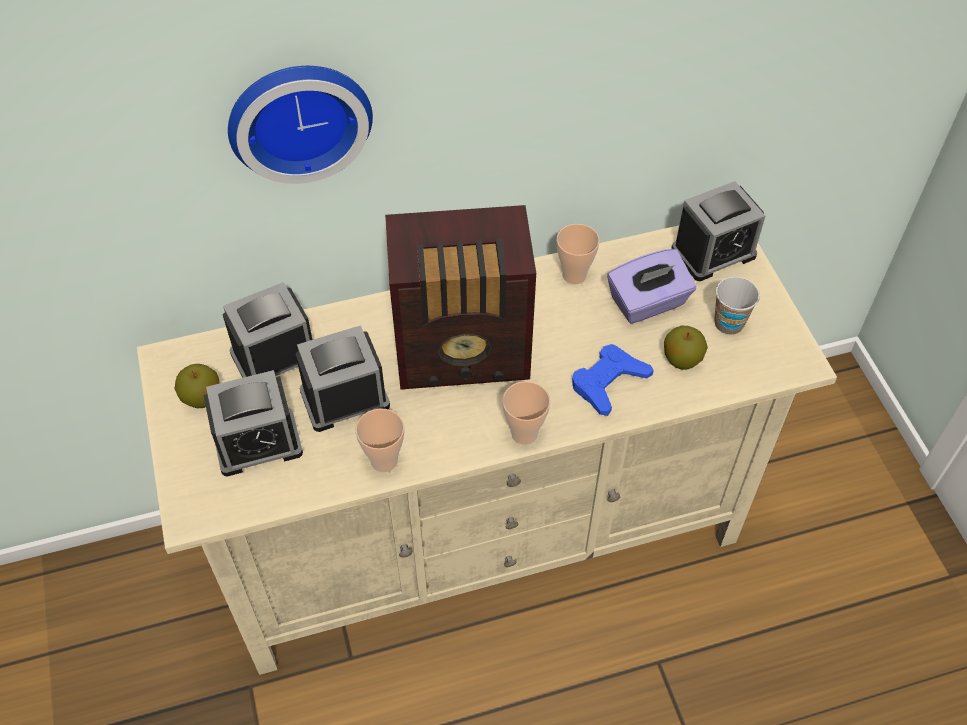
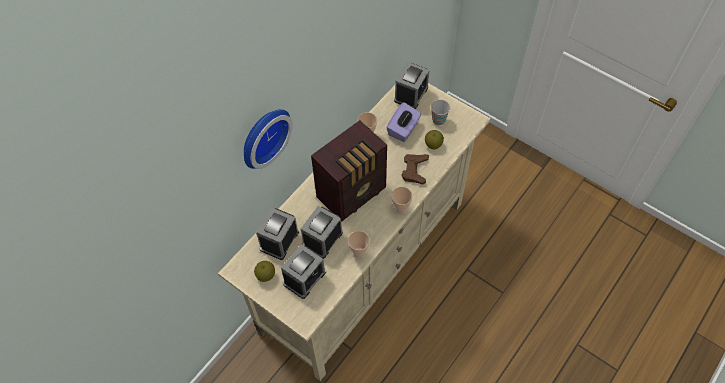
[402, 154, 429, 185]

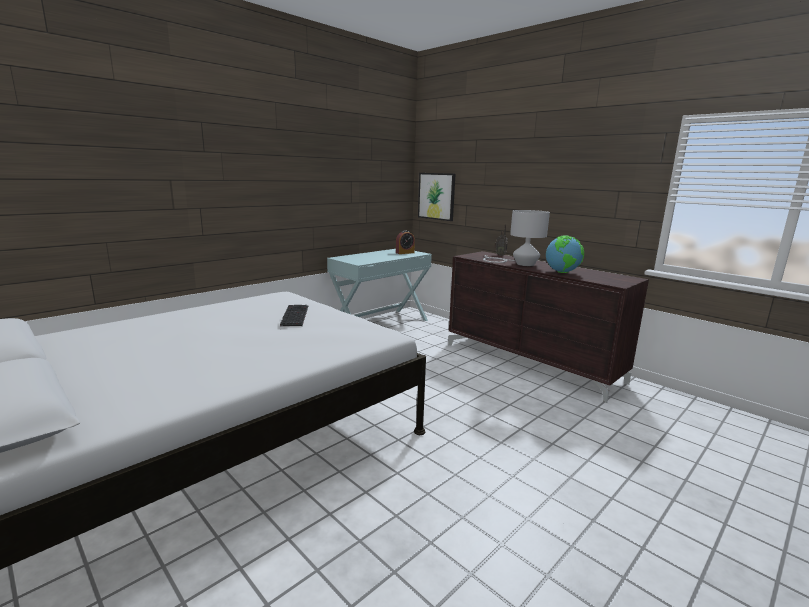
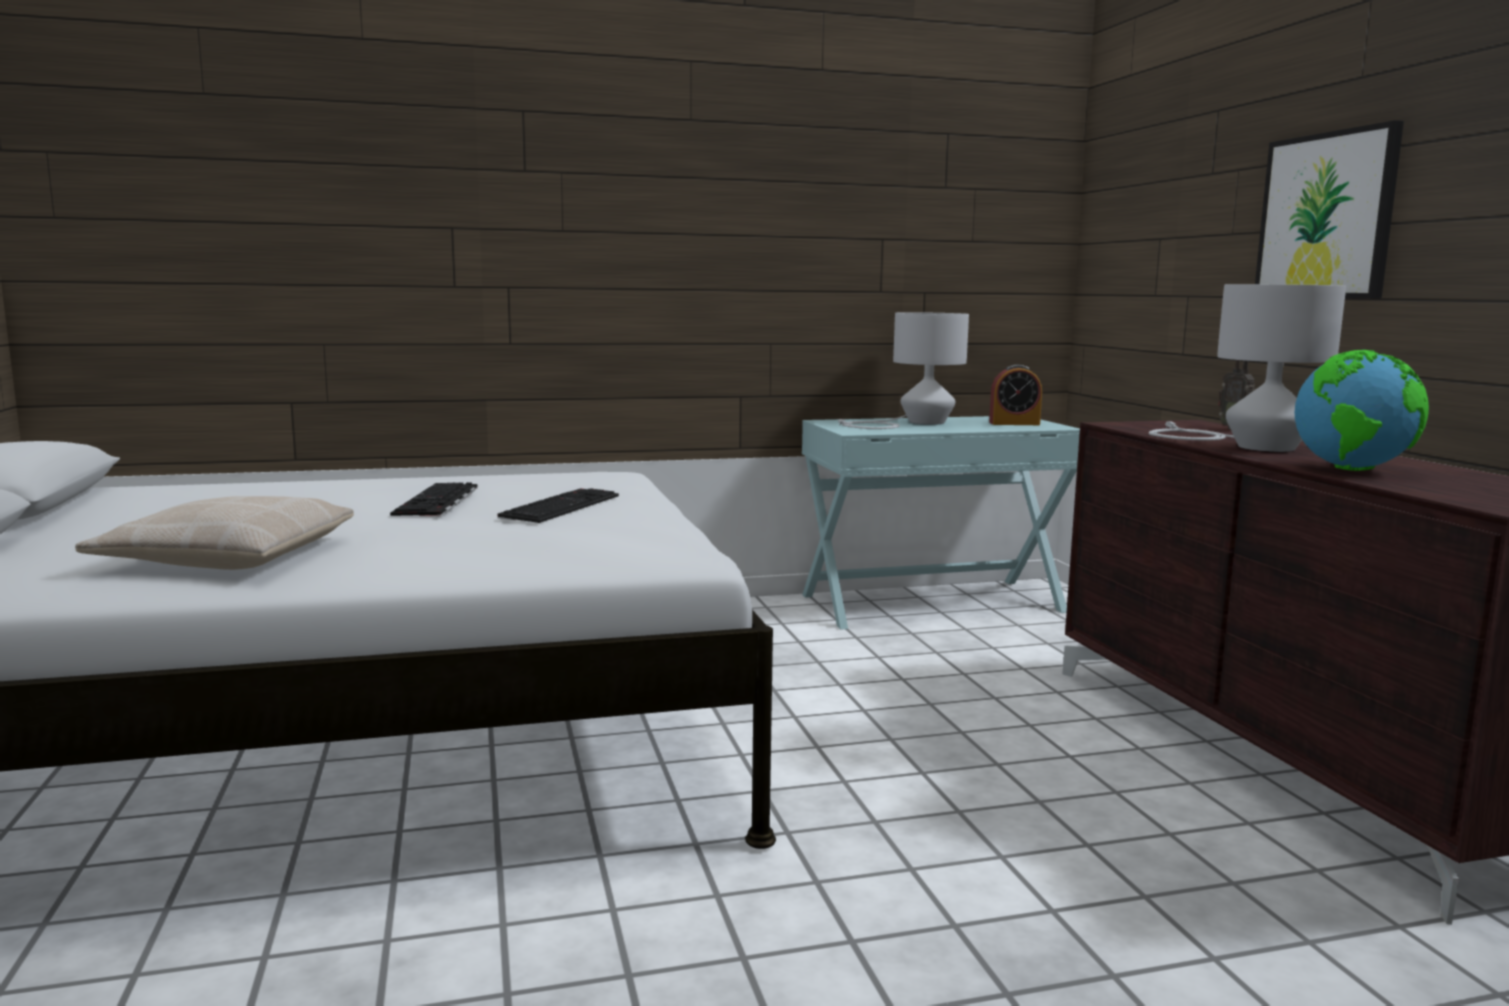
[1255, 120, 1404, 299]
[75, 496, 354, 570]
[390, 482, 477, 516]
[838, 312, 969, 429]

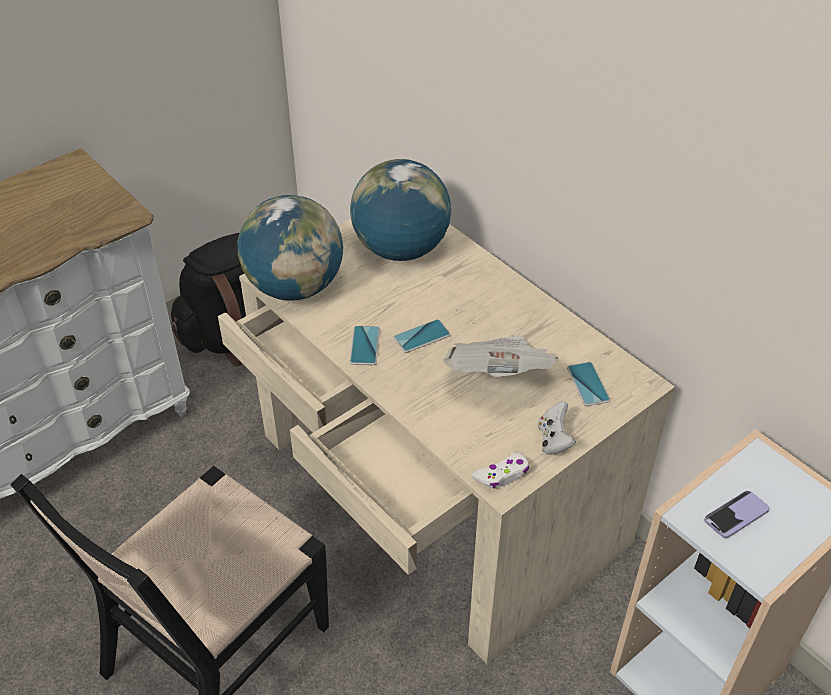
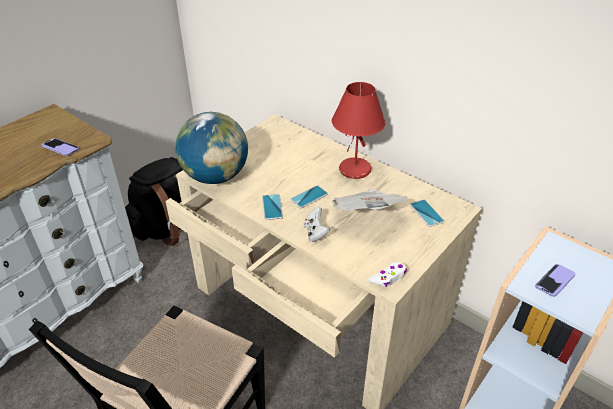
[350, 159, 451, 261] (first image)
[304, 207, 330, 242]
[42, 138, 79, 156]
[332, 82, 386, 179]

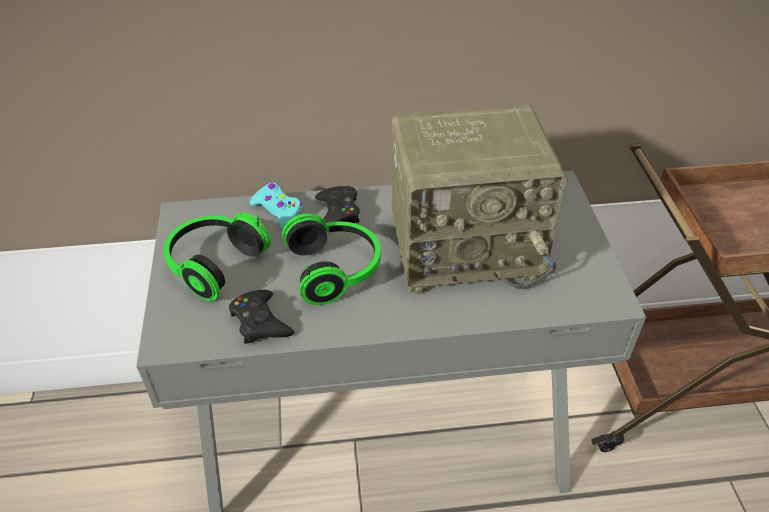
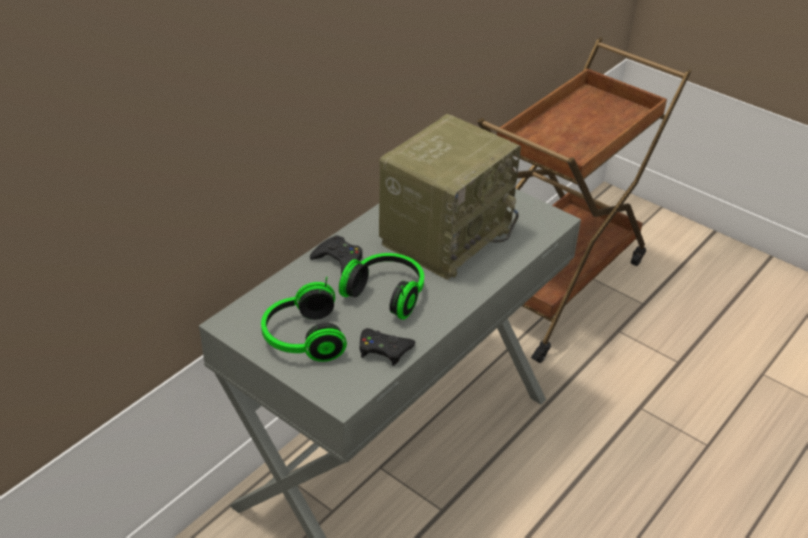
[249, 183, 302, 229] (first image)

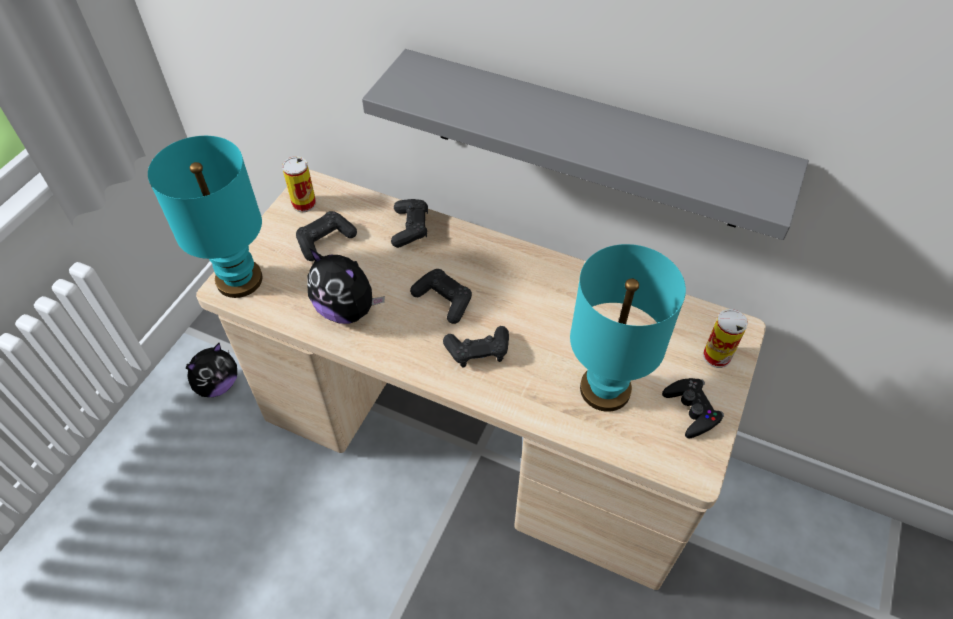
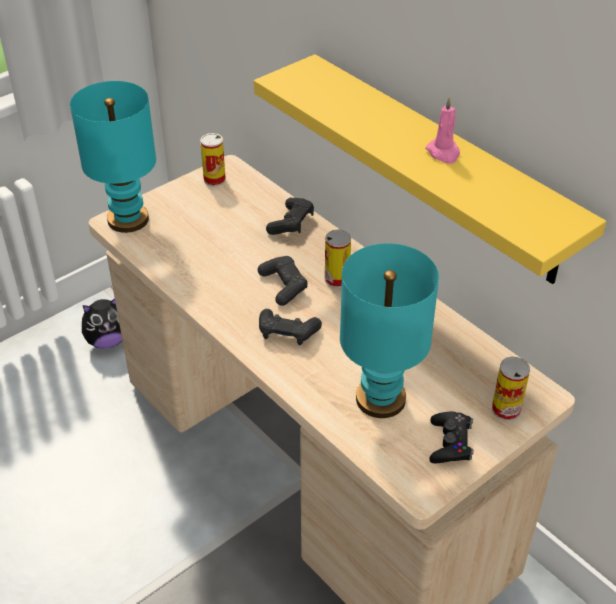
[296, 211, 357, 261] (first image)
[307, 248, 385, 324] (first image)
[254, 54, 606, 284]
[325, 230, 351, 288]
[426, 96, 460, 164]

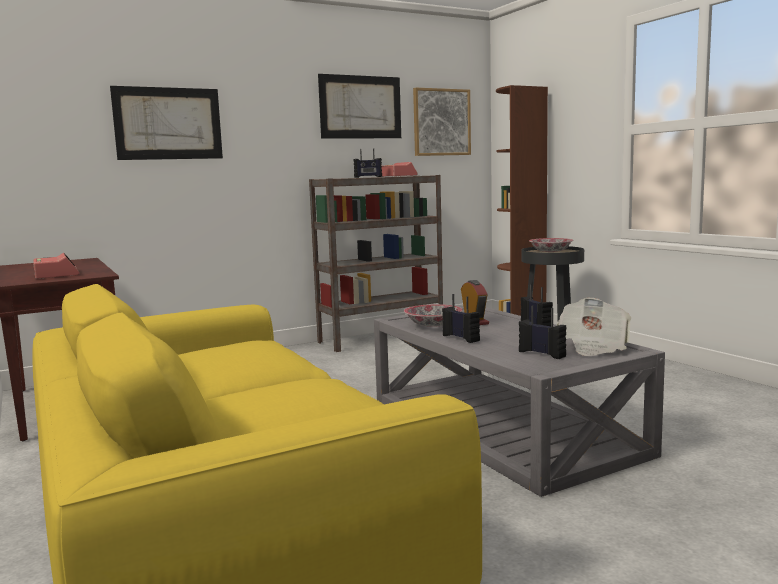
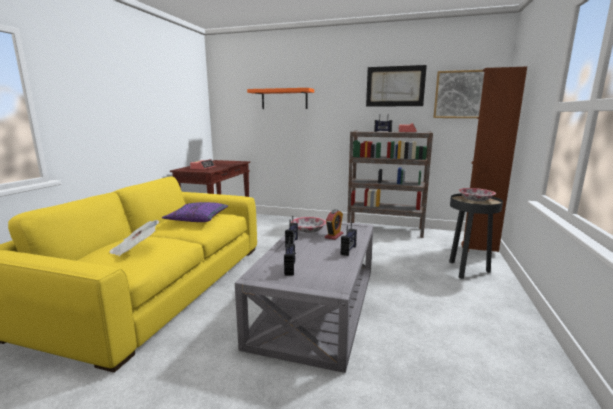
[247, 88, 314, 109]
[109, 220, 159, 256]
[162, 202, 228, 222]

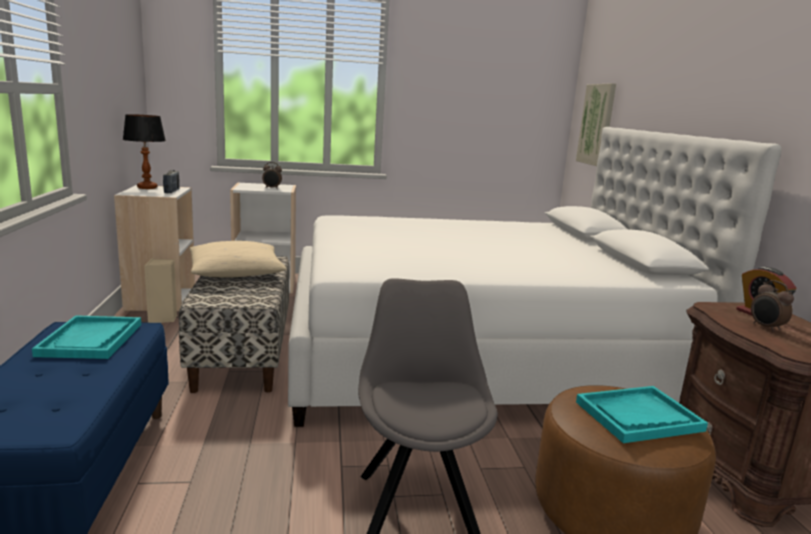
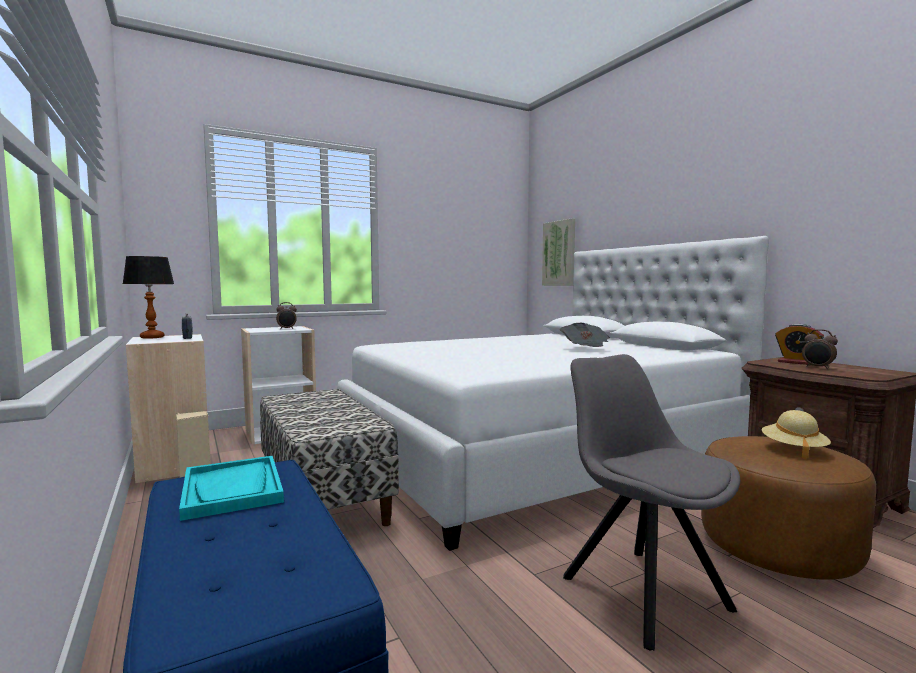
[189, 241, 287, 278] (first image)
[762, 410, 831, 459]
[560, 323, 609, 347]

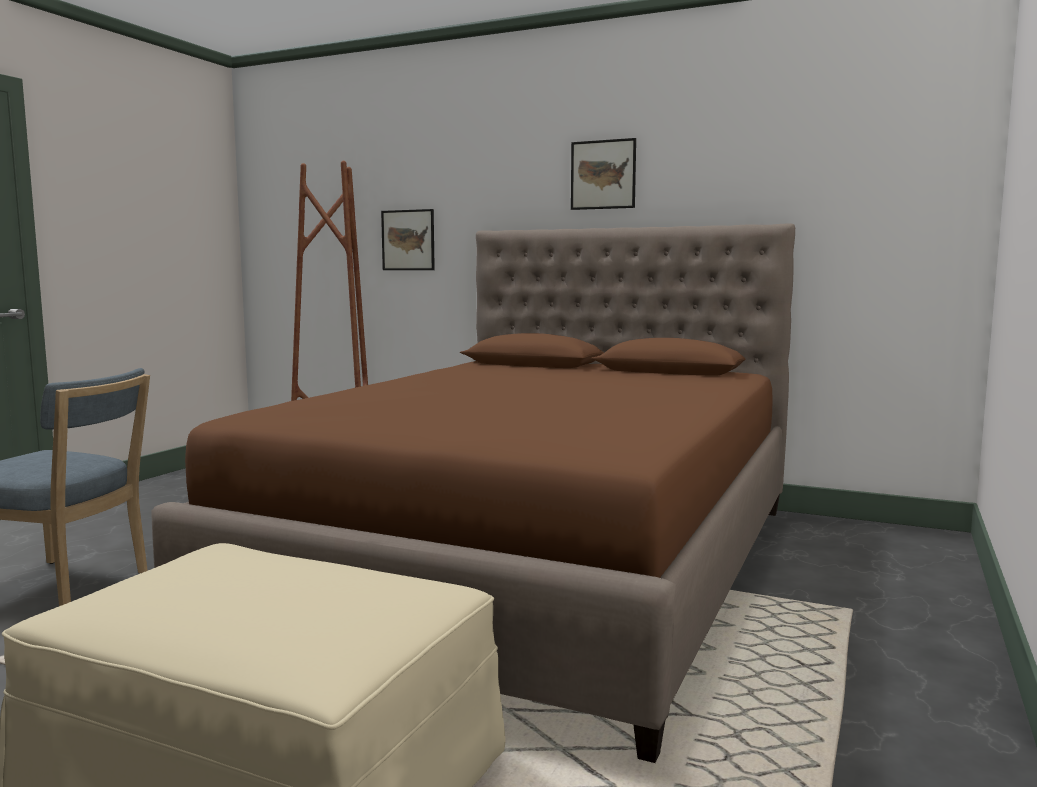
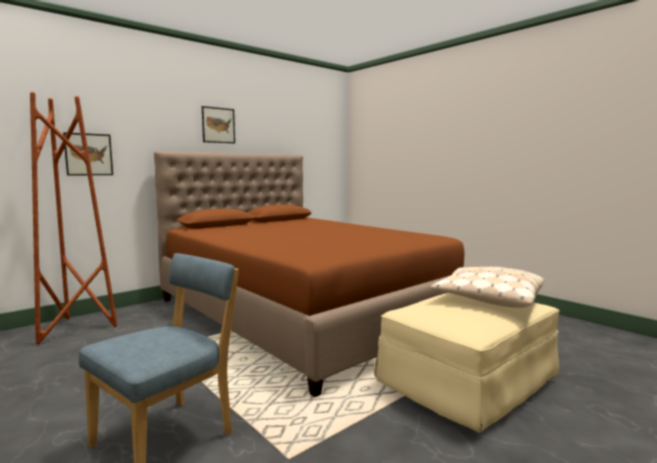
[430, 267, 545, 308]

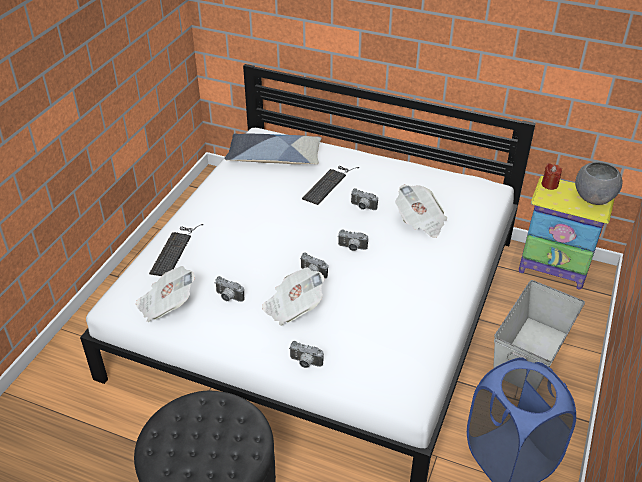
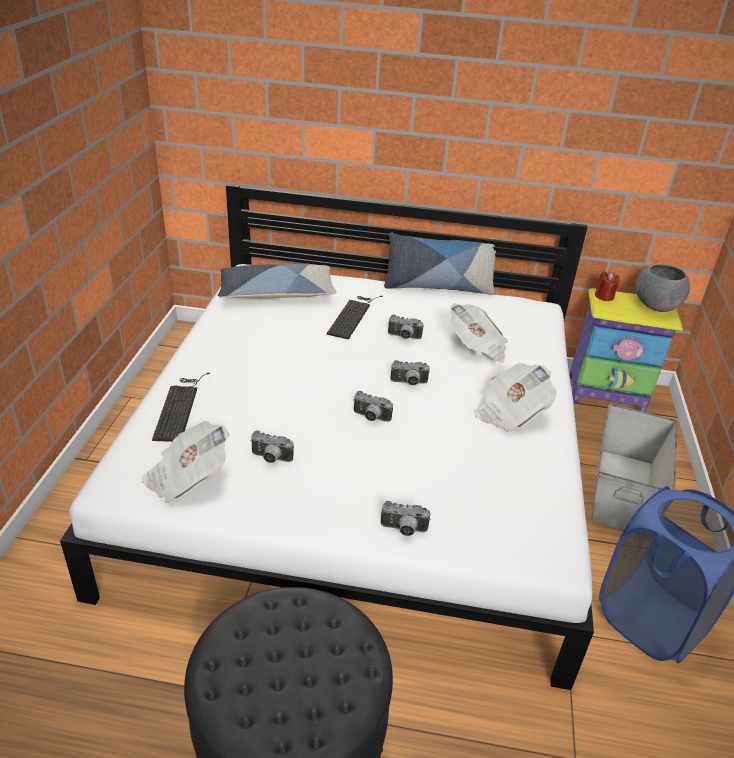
[474, 363, 556, 432]
[384, 233, 499, 295]

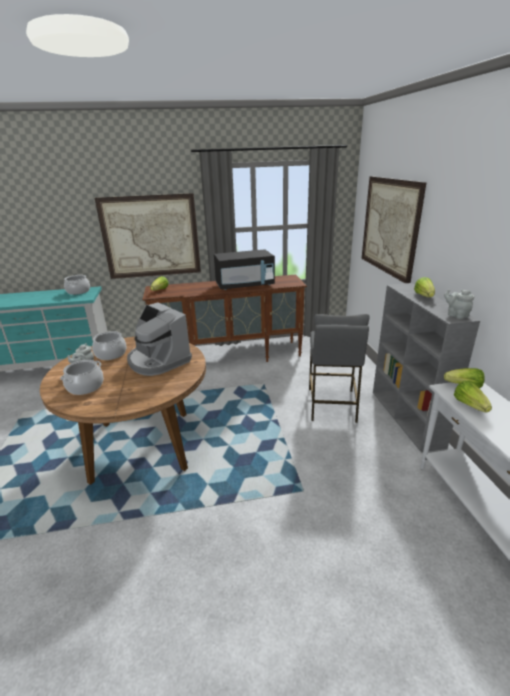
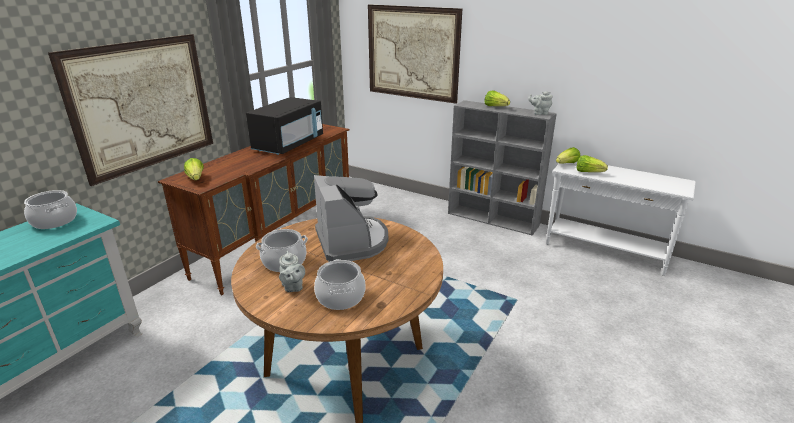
[314, 175, 388, 262]
[309, 314, 370, 423] (first image)

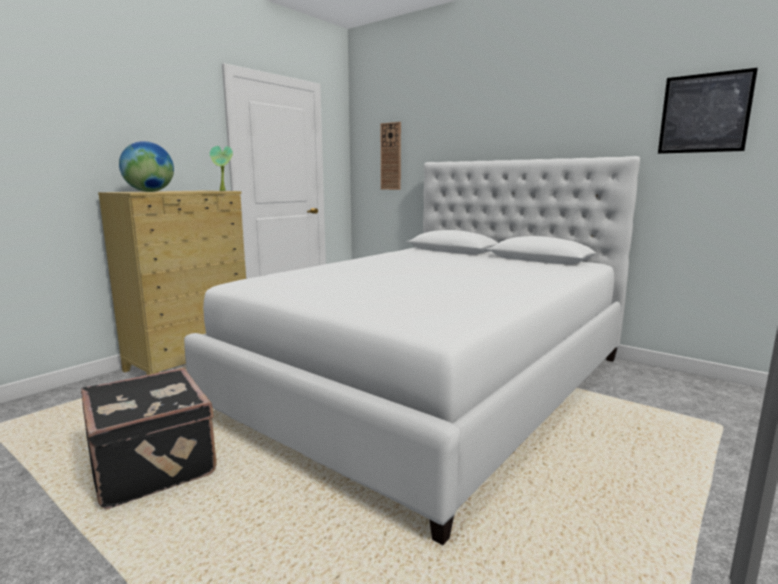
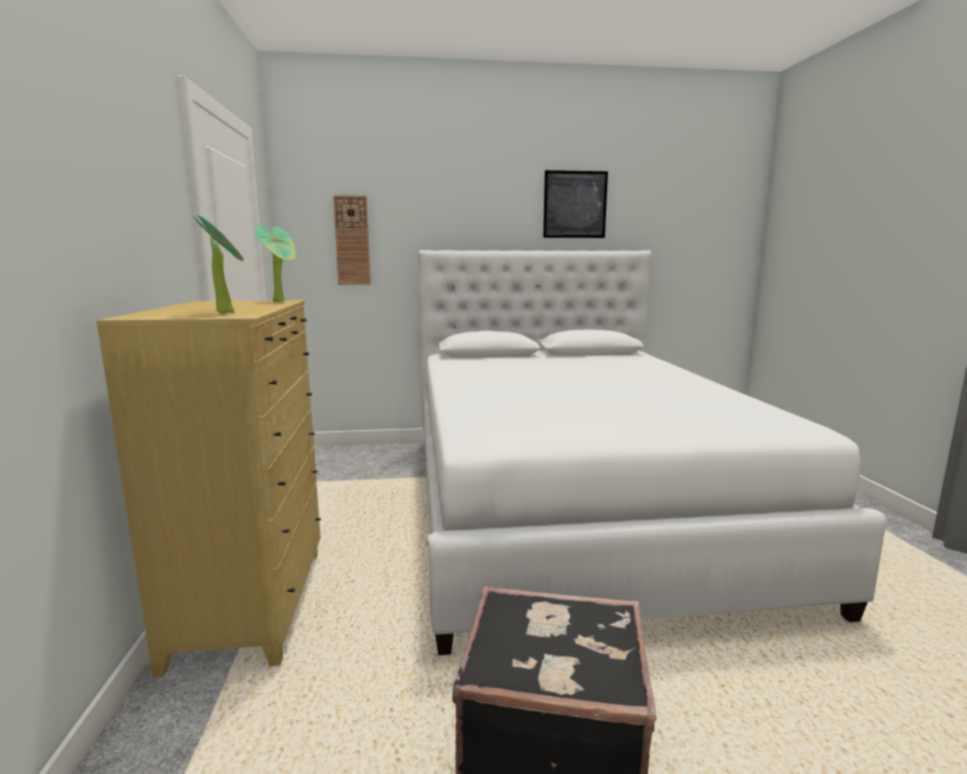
[193, 215, 244, 313]
[543, 170, 608, 238]

